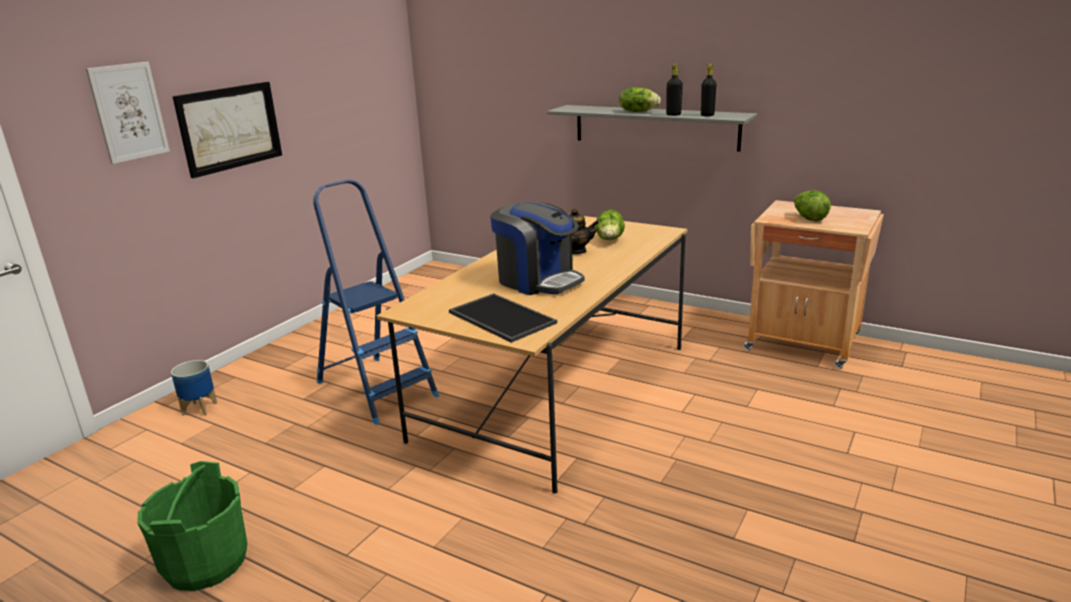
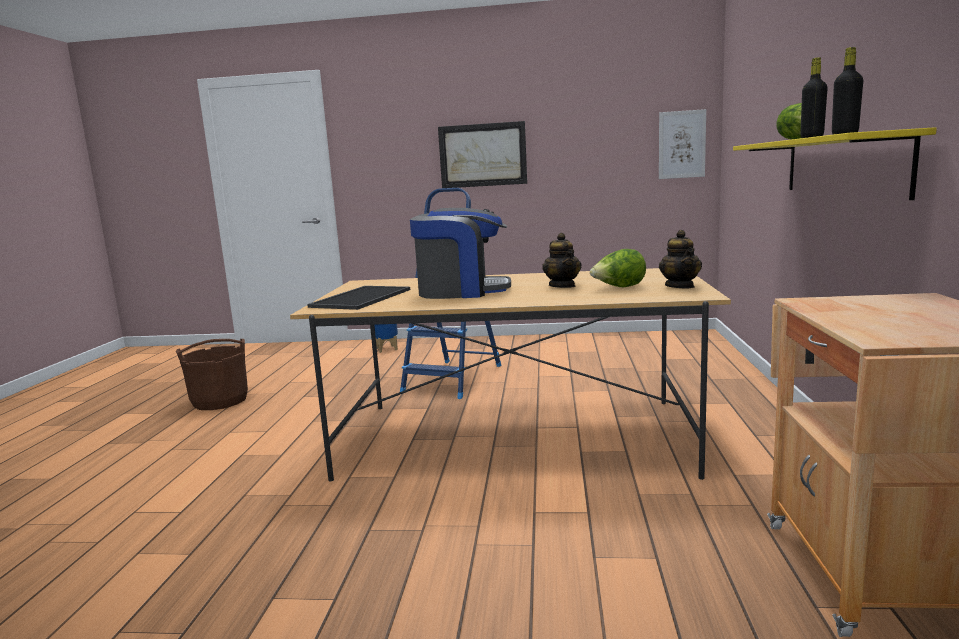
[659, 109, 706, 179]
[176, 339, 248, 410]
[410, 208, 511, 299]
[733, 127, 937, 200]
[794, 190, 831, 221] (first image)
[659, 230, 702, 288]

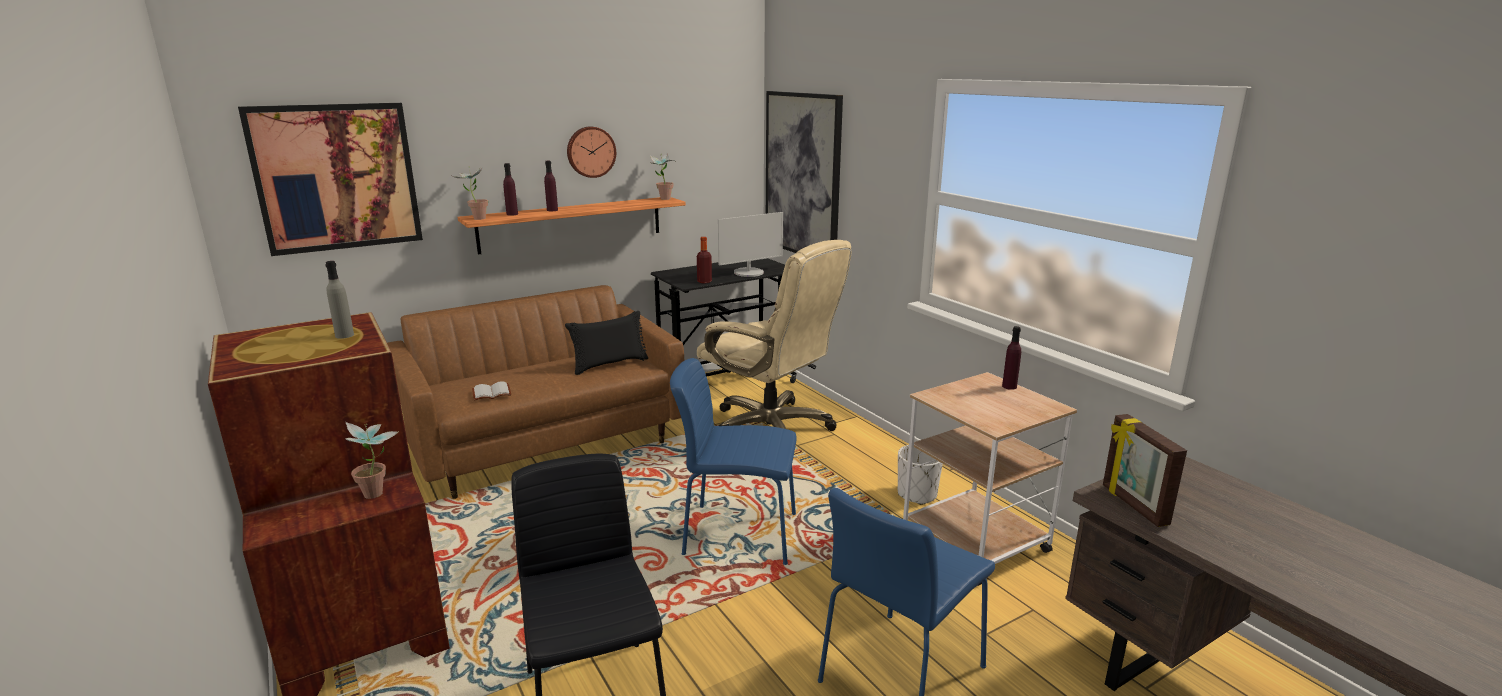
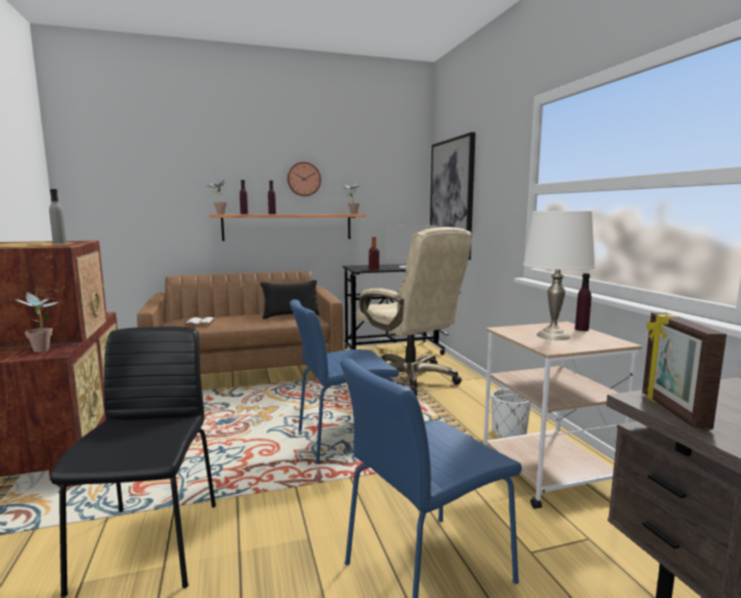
[238, 103, 423, 256] (first image)
[290, 300, 399, 464]
[523, 211, 595, 340]

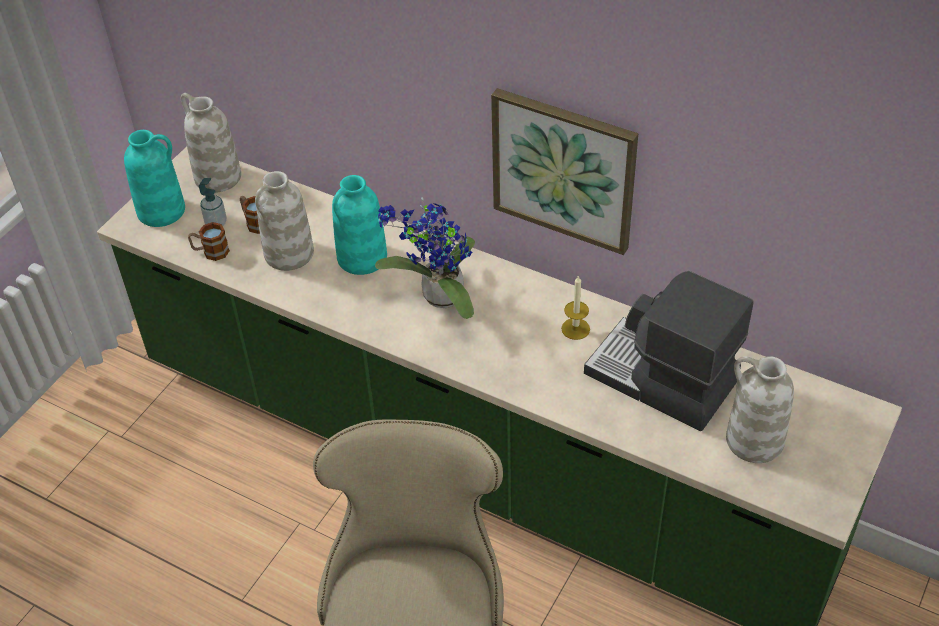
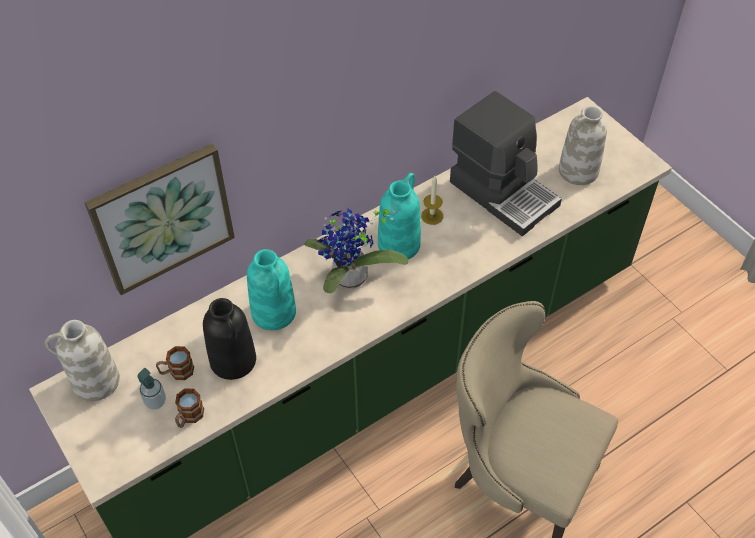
[378, 173, 421, 259]
[203, 298, 256, 380]
[85, 143, 235, 295]
[450, 91, 562, 236]

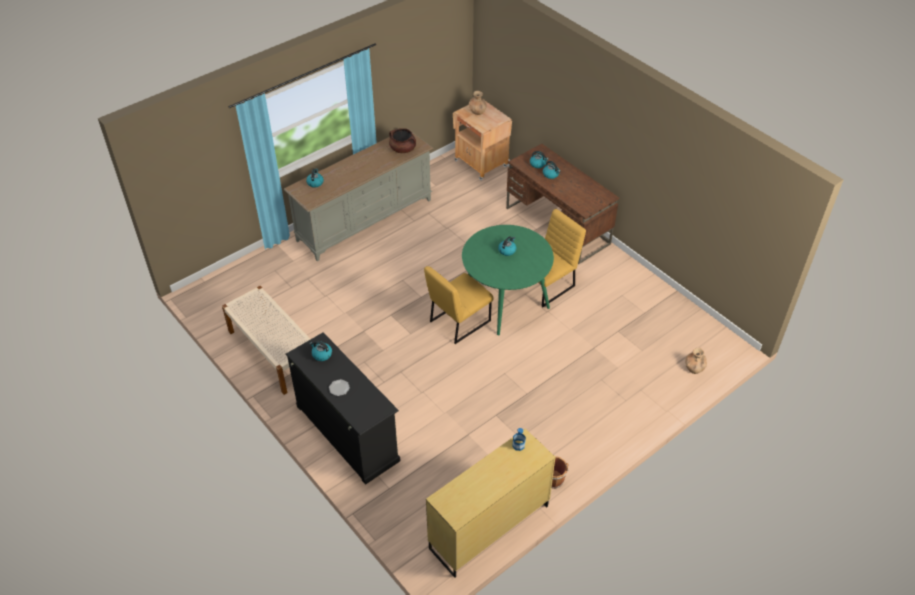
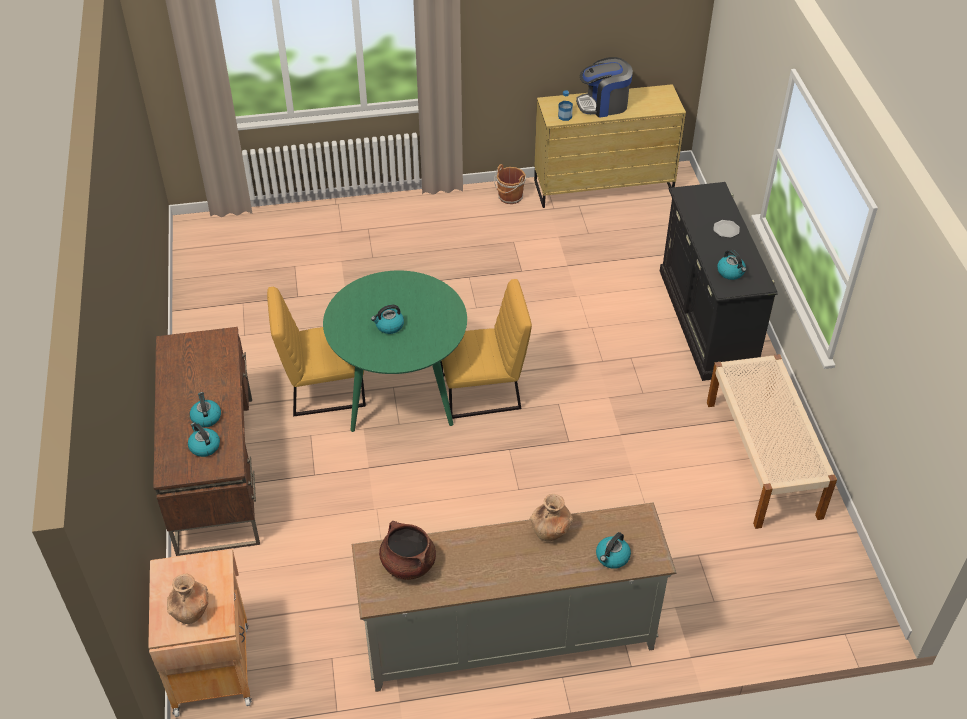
[530, 494, 573, 541]
[576, 57, 633, 118]

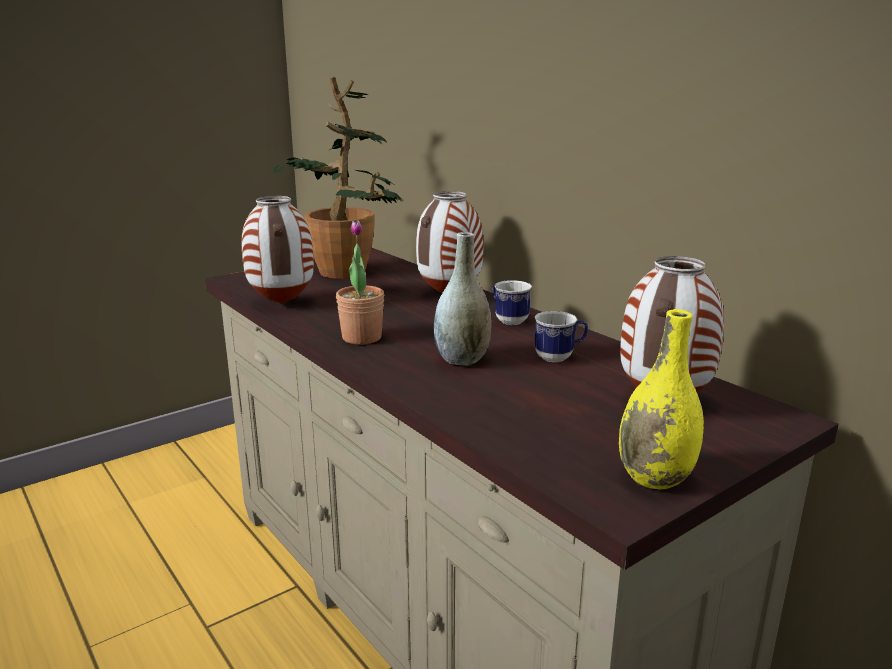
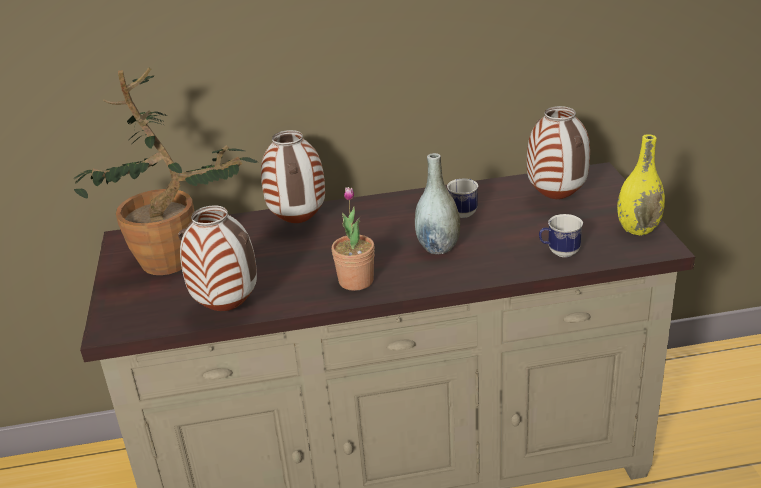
[539, 214, 583, 257]

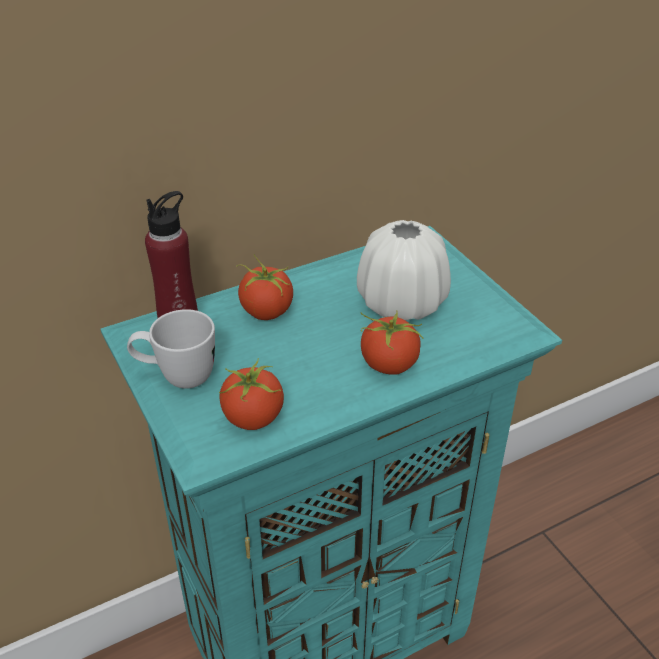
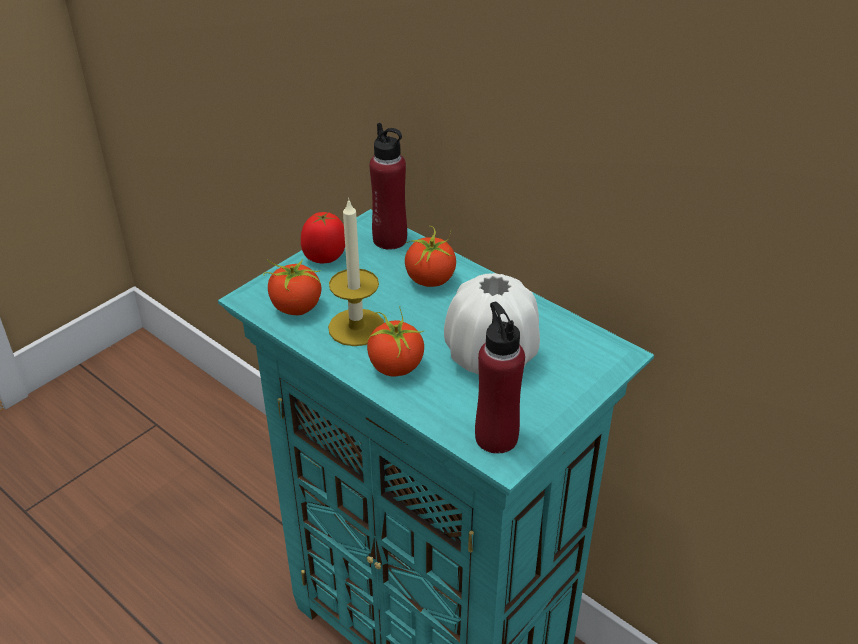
[301, 212, 345, 263]
[328, 198, 384, 346]
[475, 301, 525, 454]

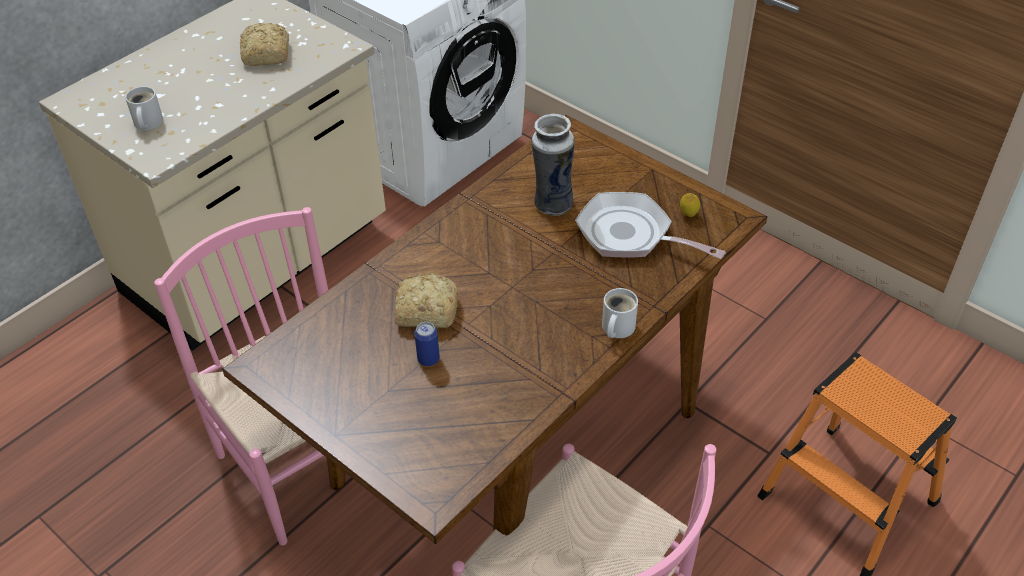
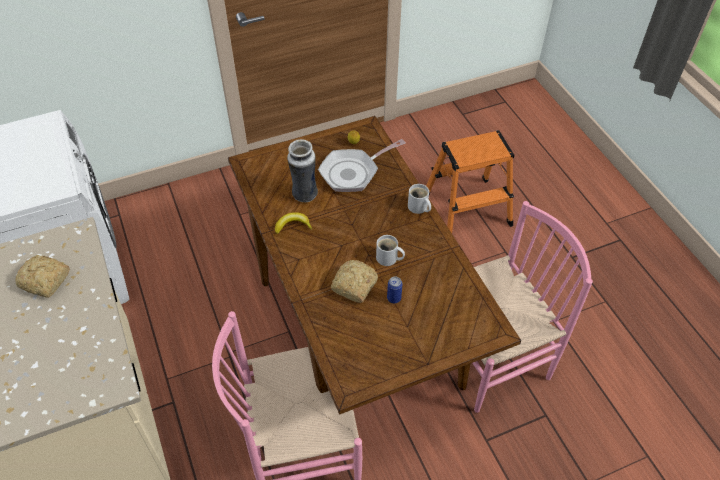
[376, 235, 405, 266]
[275, 212, 312, 234]

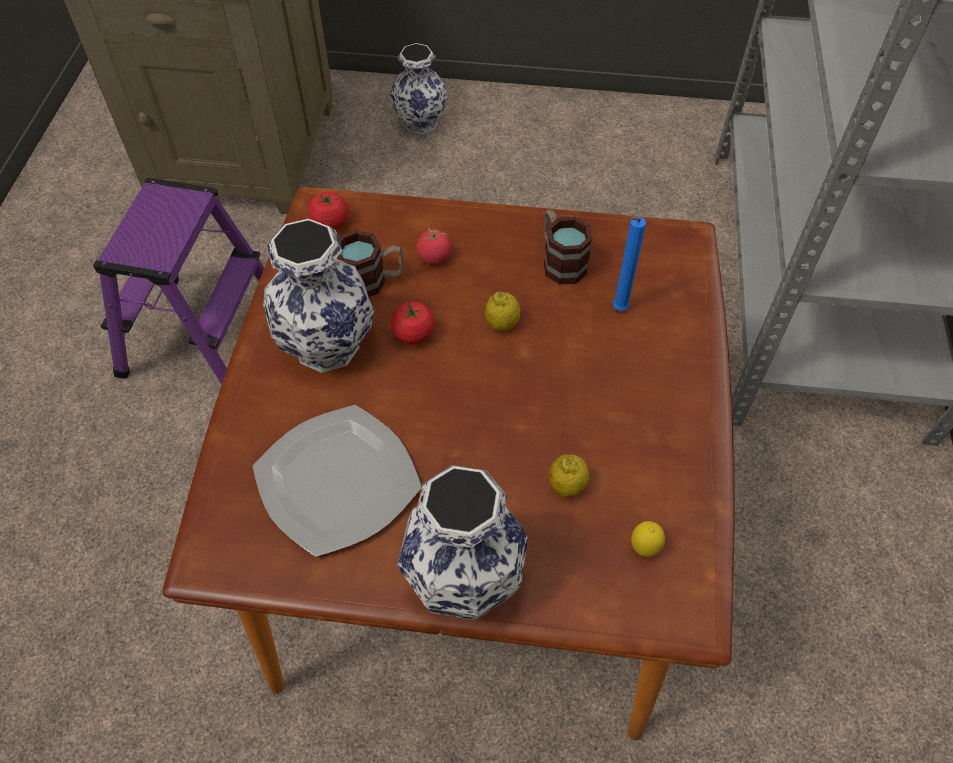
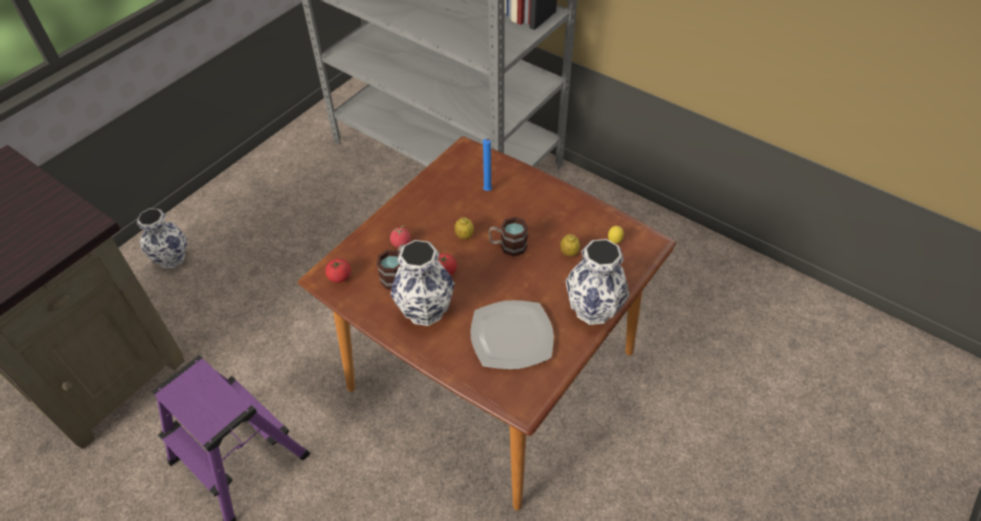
[488, 217, 528, 257]

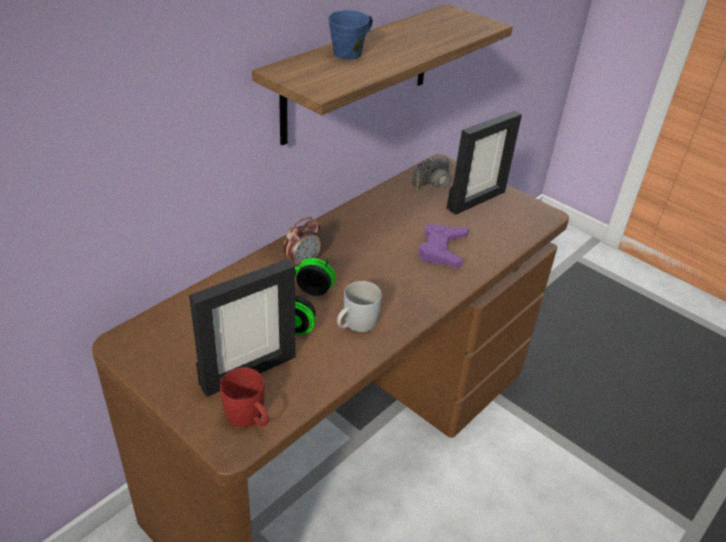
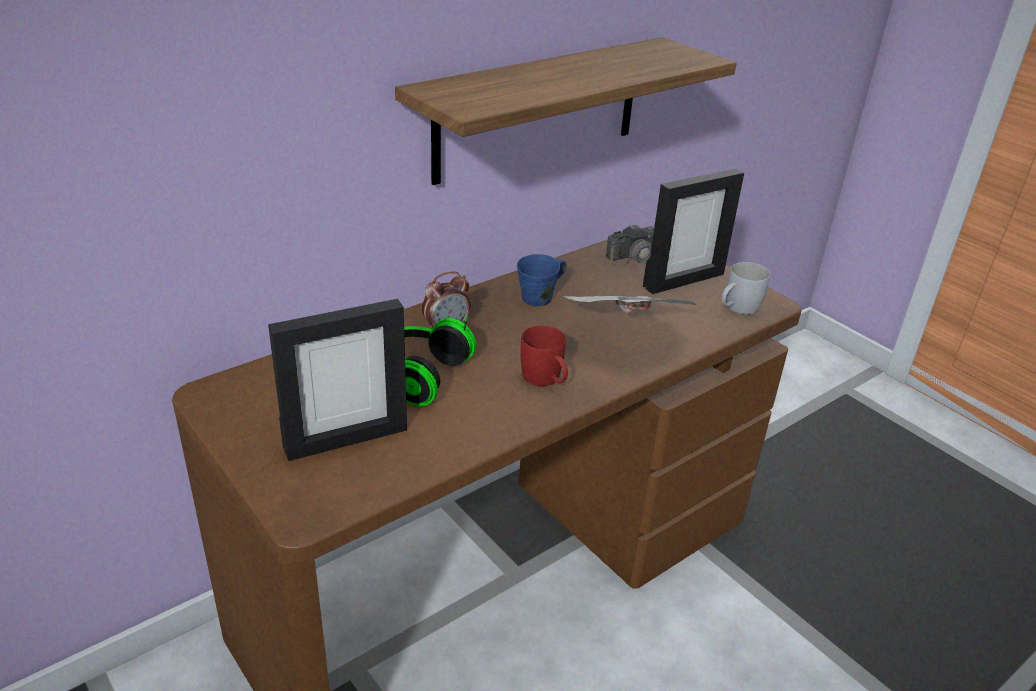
[521, 325, 568, 386]
[517, 254, 567, 306]
[721, 262, 770, 315]
[563, 296, 696, 314]

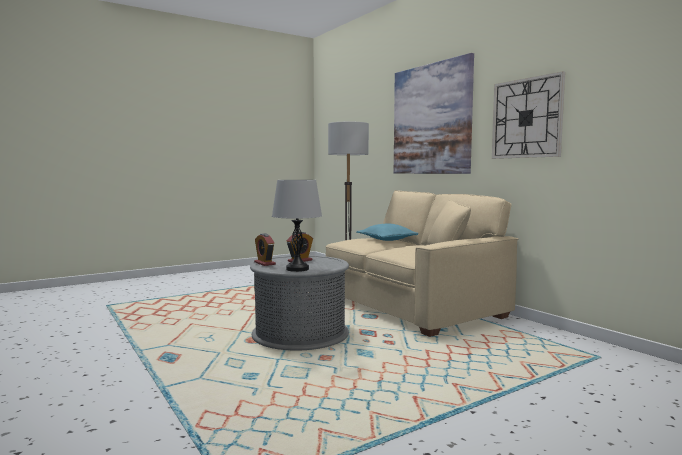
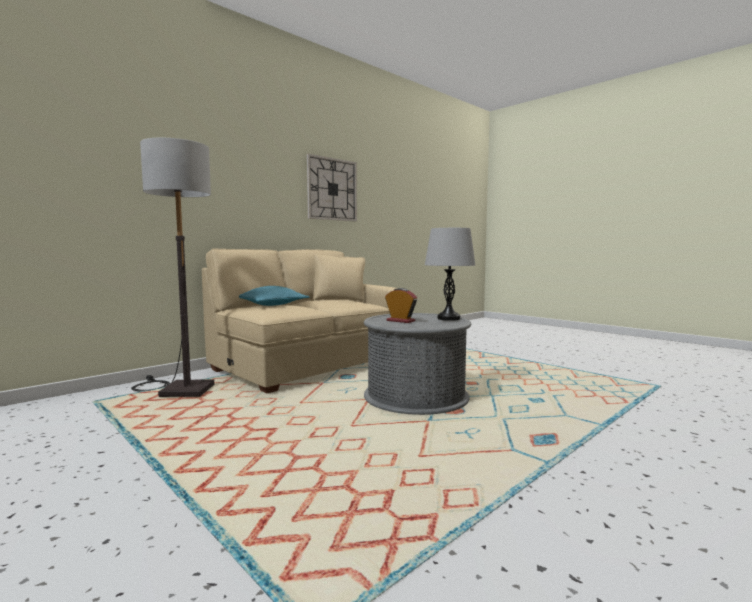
[254, 233, 276, 266] (first image)
[394, 53, 474, 174] (first image)

